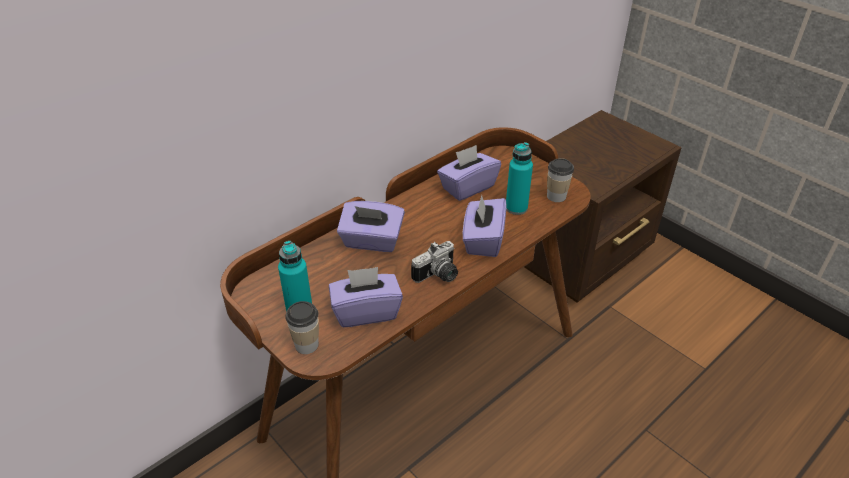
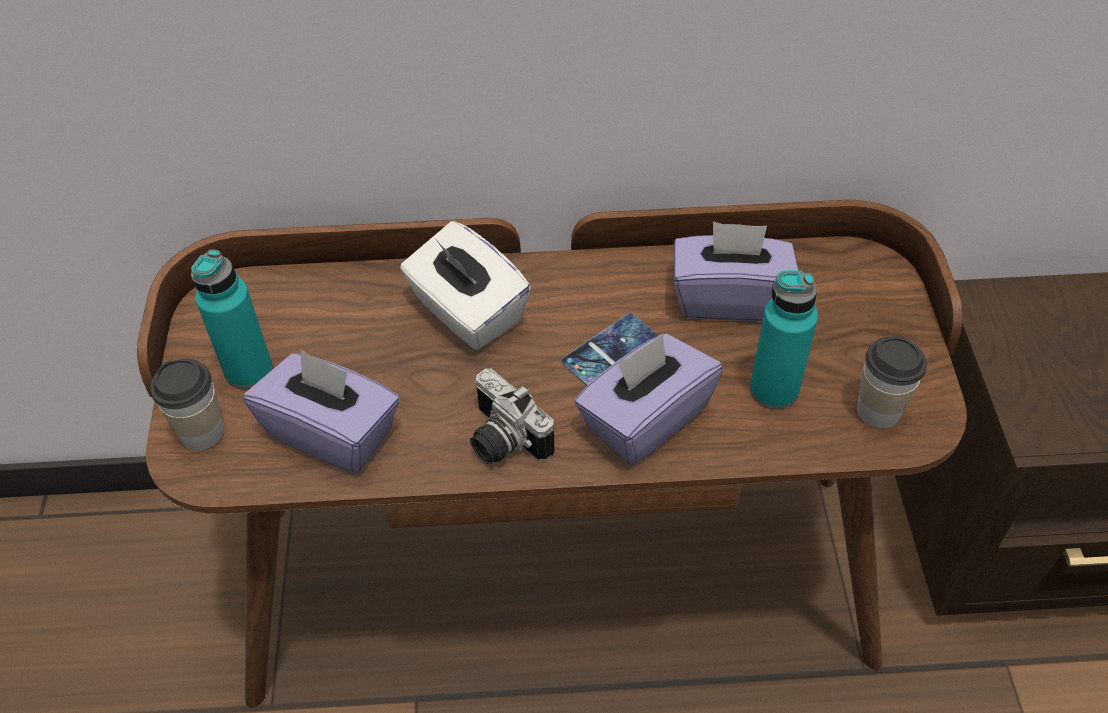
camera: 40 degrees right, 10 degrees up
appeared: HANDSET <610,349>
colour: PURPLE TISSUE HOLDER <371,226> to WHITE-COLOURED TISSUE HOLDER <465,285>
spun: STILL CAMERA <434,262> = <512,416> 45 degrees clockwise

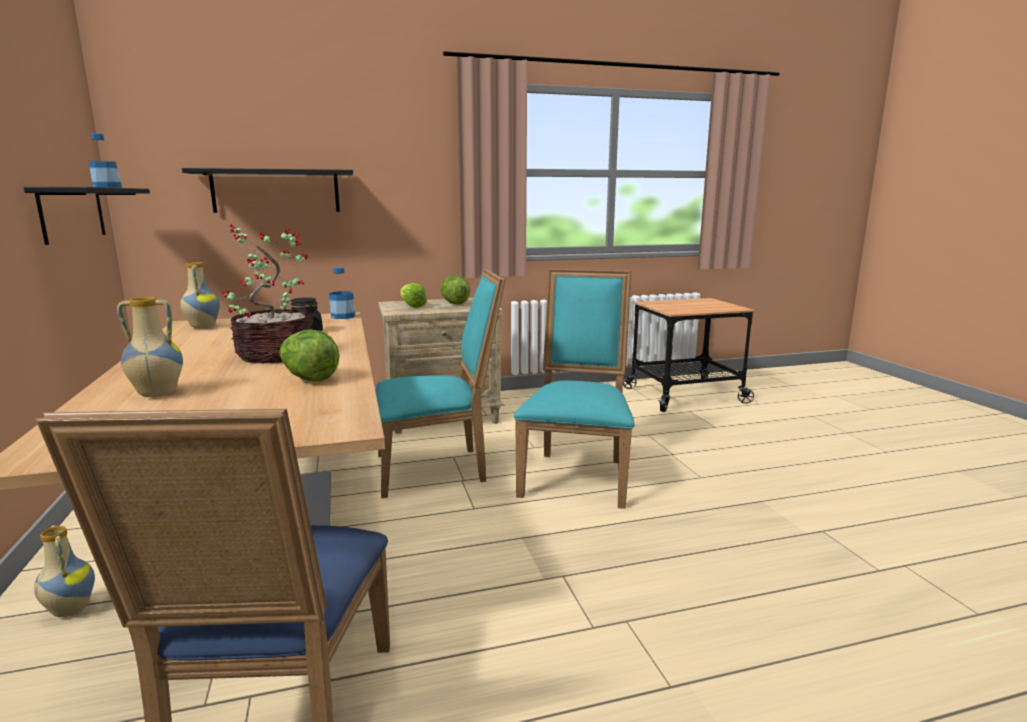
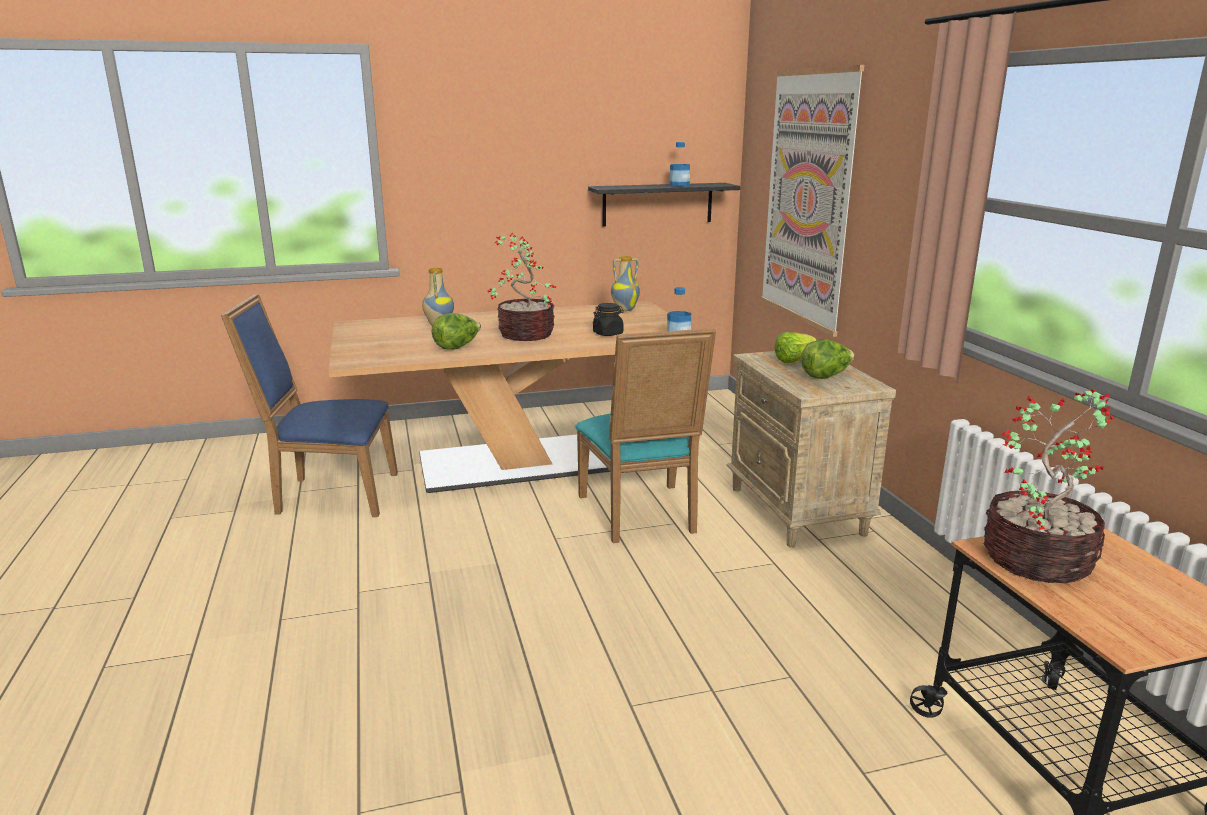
camera: 90 degrees right, 5 degrees up
missing: VASE <64,571>; TURQUOISE PLAIN CHAIR <574,389>
appeared: PLANT IN A POT <1049,486>
exchanged: BLACKISH WALL SHELF <267,190> to WALL PICTURE <812,201>

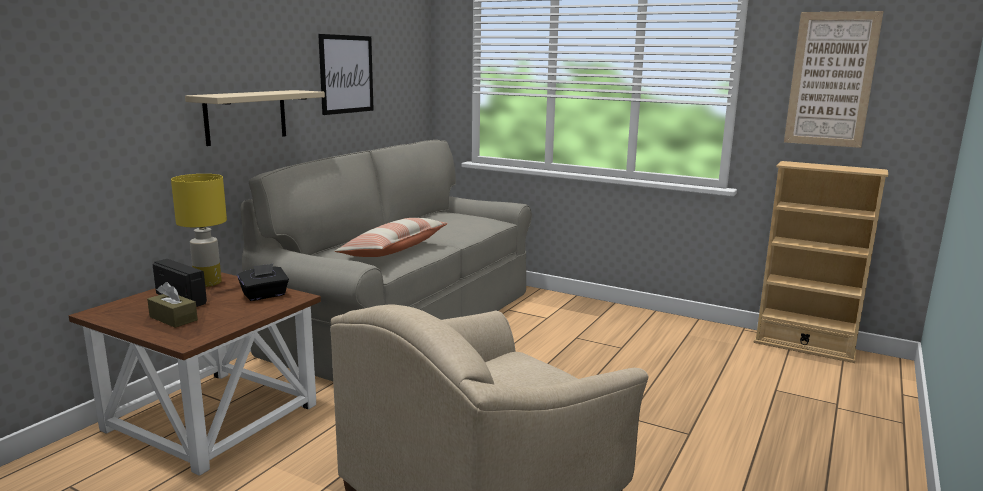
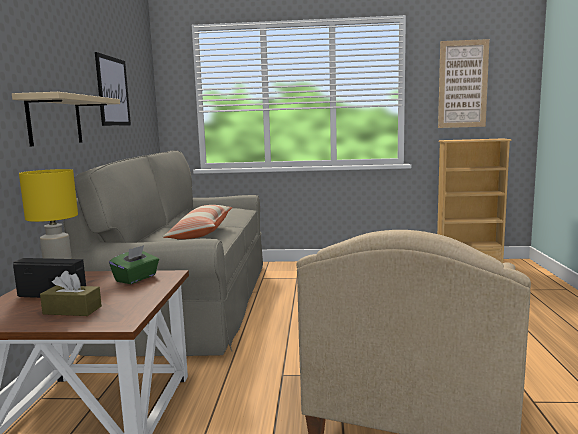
camera: 25 degrees left, 5 degrees down
colour: BLACKISH TISSUE HOLDER <263,282> to GREEN-COLOURED TISSUE HOLDER <134,264>

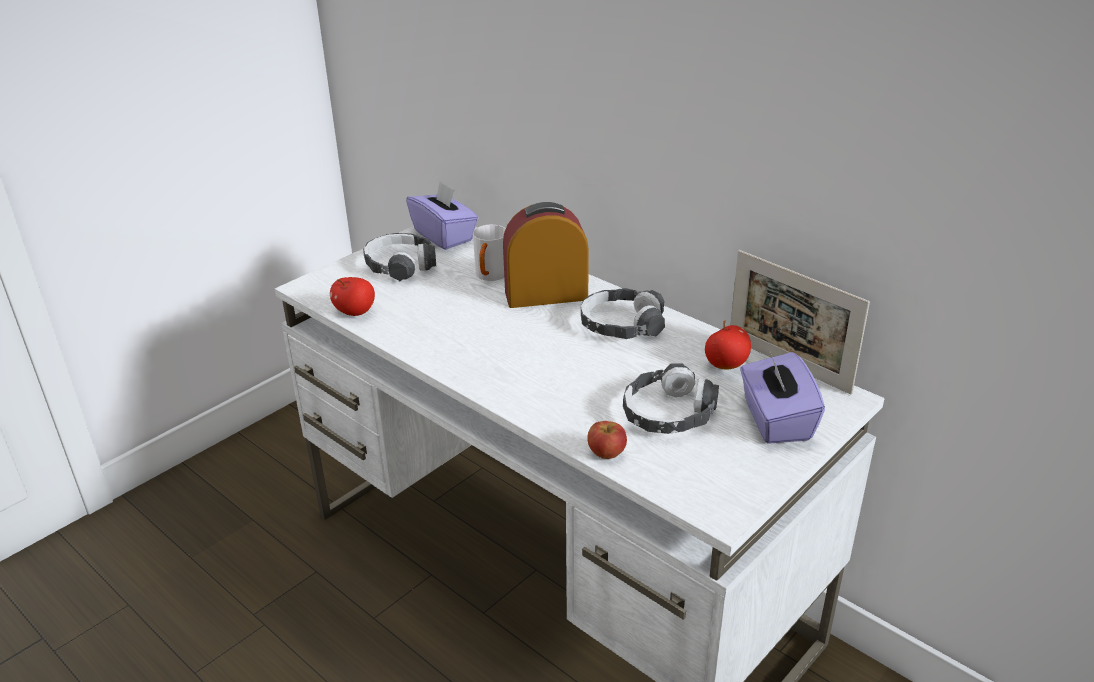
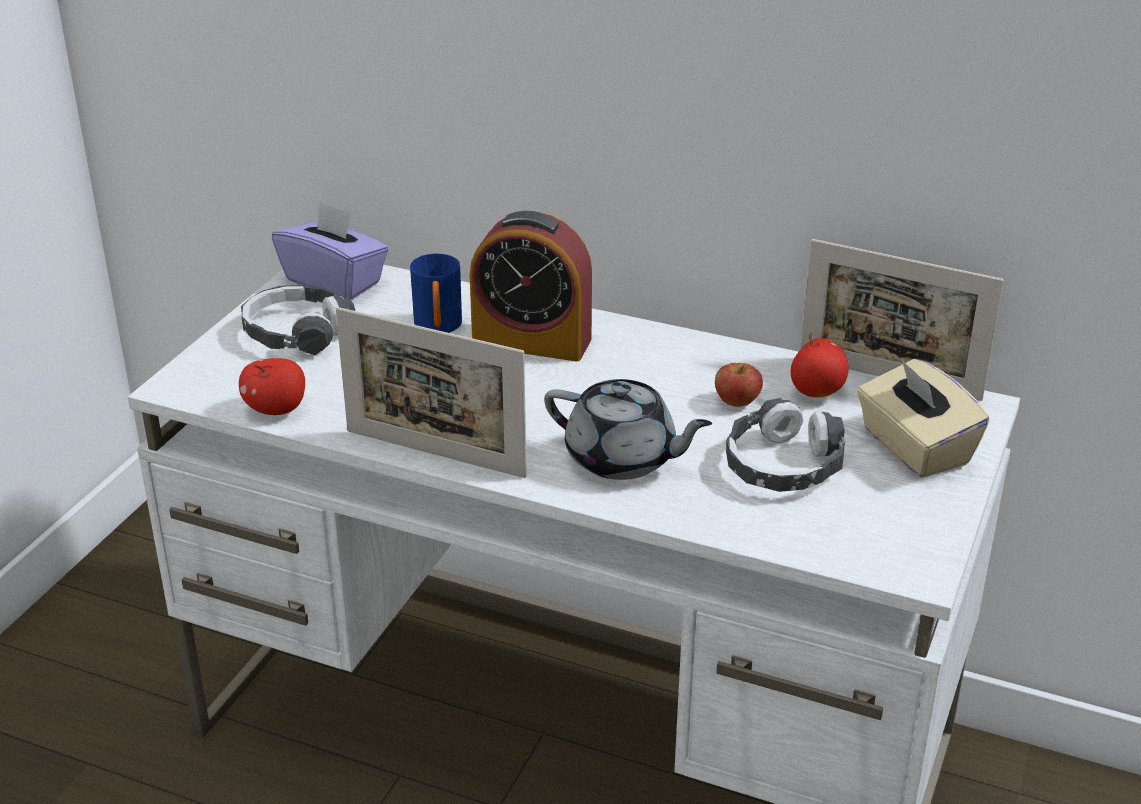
camera: 20 degrees left, 0 degrees up
missing: HEADSET <623,313>
appeared: STANDING FRAME <431,392>; GREY TEAPOT <628,429>
relocated: APPLE <607,440> to <739,385>
colour: WHITE-COLOURED TEA MUG <489,253> to BLUE-COLOURED TEA MUG <436,293>; PURPLE TISSUE HOLDER <782,397> to BEIGE TISSUE HOLDER <923,418>
spun: TABLE CLOCK <546,255> = <531,286> 135 degrees counterclockwise

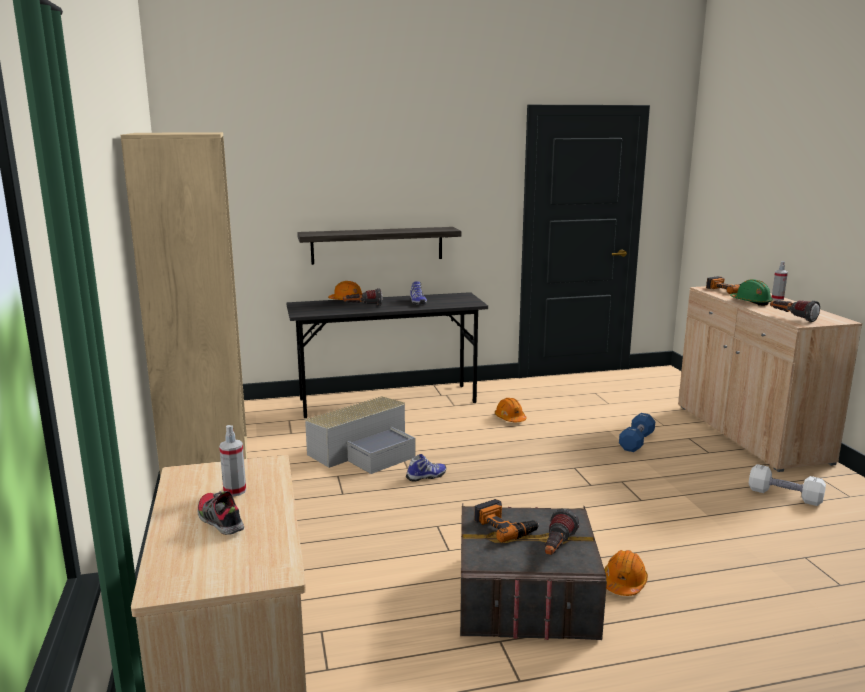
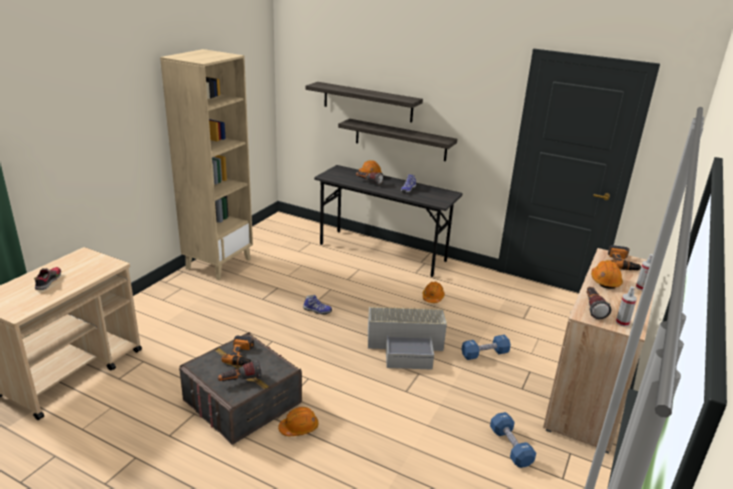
camera: 40 degrees right, 10 degrees up
appeared: WALL SHELF <364,102>
relocated: SPRAYER <232,461> to <626,306>; GREY STORAGE BOX <360,435> to <407,338>
colour: GREEN-COLOURED SAFETY HELMET <751,292> to ORANGE SAFETY HELMET <607,274>; WHITE-COLOURED HAND WEIGHT <787,485> to BLUE-COLOURED HAND WEIGHT <513,440>

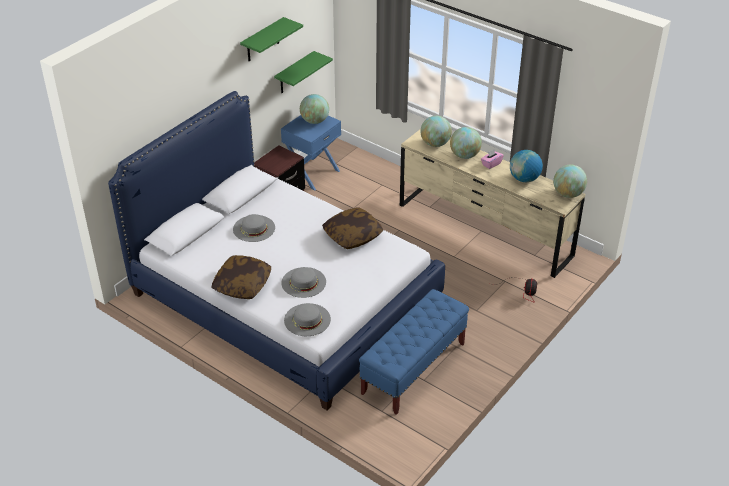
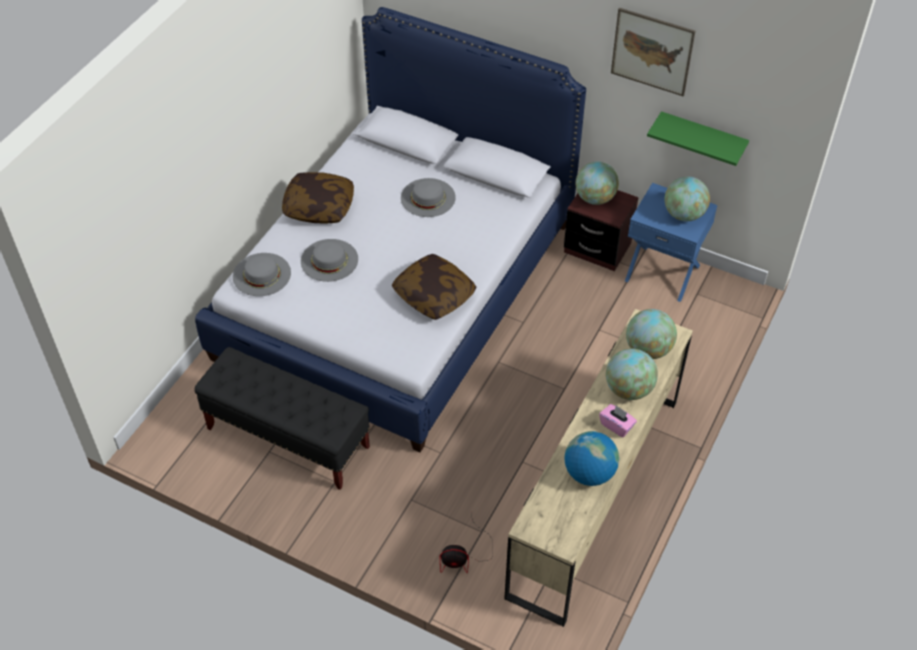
camera: 80 degrees right, 10 degrees up
relocated: WORLD GLOBE <570,181> to <597,183>
exchanged: GREEN-COLOURED WALL SHELF <271,39> to WALL PICTURE <653,52>
colour: BLUE-COLOURED INDOOR BENCH <414,352> to BLACKISH INDOOR BENCH <282,418>

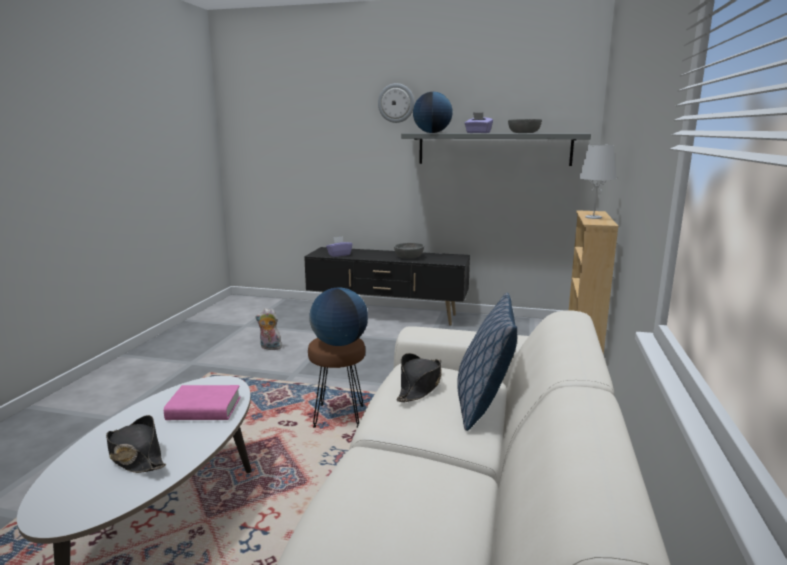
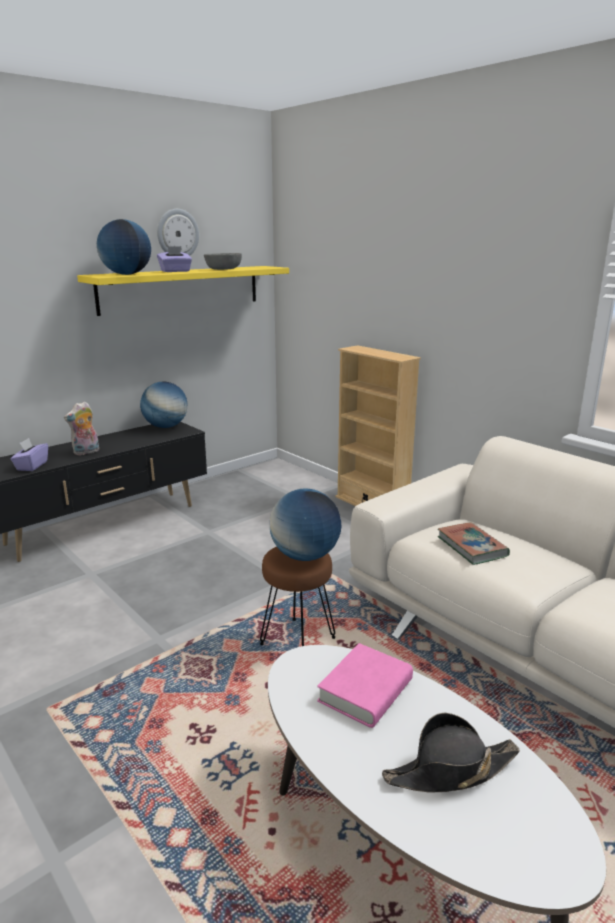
camera: 55 degrees left, 5 degrees up
missing: GREY DEEP DISH <409,250>; CUSHION <487,362>; WHITE-COLOURED TABLETOP LAMP <598,182>
appeared: WORLD GLOBE <163,405>
relocated: SOFT TOY <269,329> to <81,428>; HANGING CLOCK <396,103> to <178,232>
exchanged: BLACKISH HAT <418,377> to BOUND BOOK <474,543>
colour: GREY WALL SHELF <496,149> to YELLOWISH WALL SHELF <183,291>

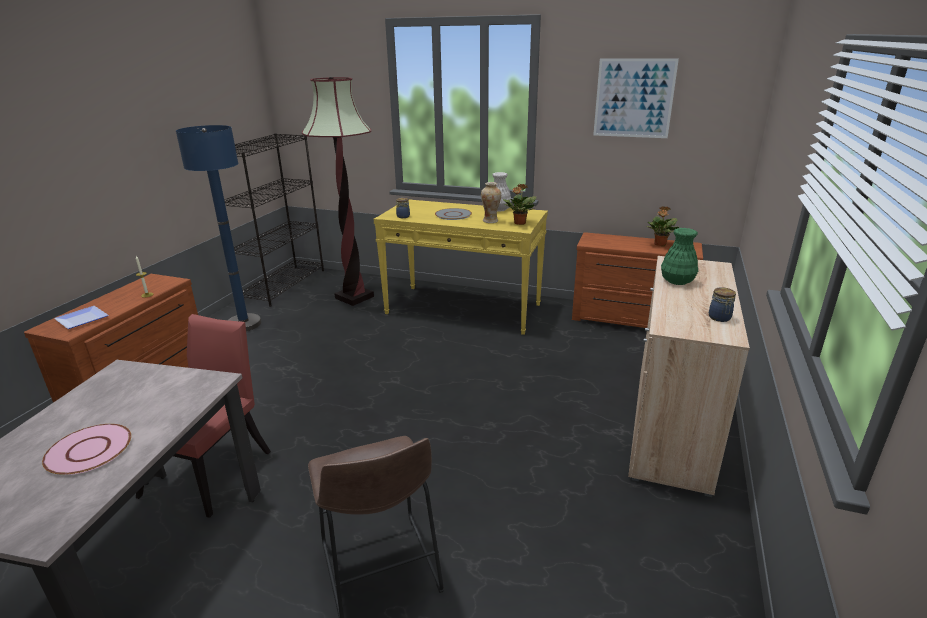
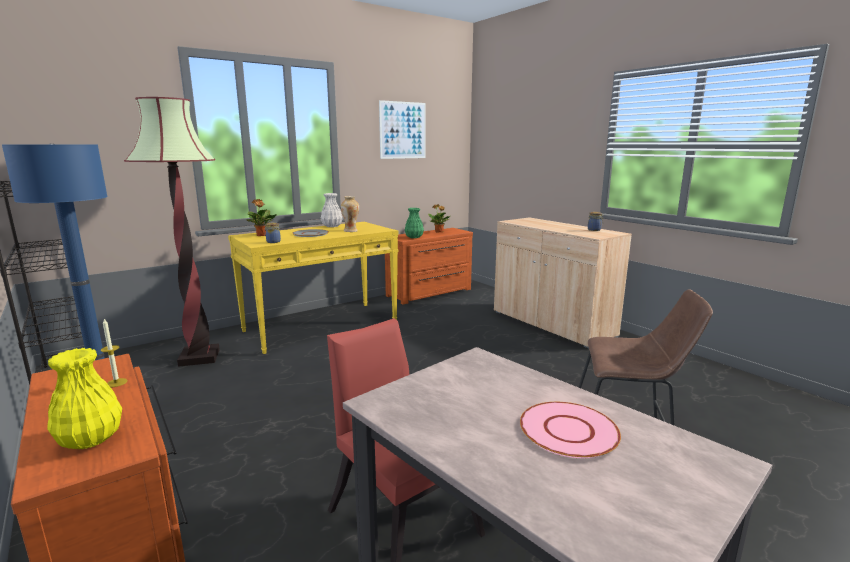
camera: 55 degrees left, 10 degrees down
relocated: PLANT IN A POT <519,204> to <261,217>; GREEN-COLOURED VASE <679,256> to <414,223>
exchanged: PLATE <81,317> to YELLOWISH VASE <84,398>

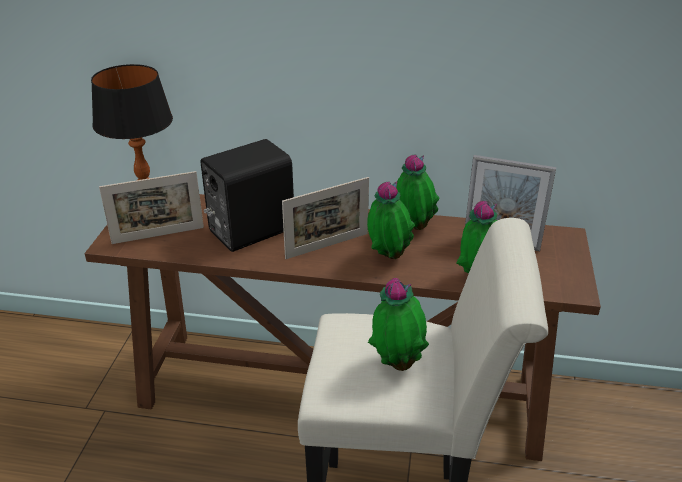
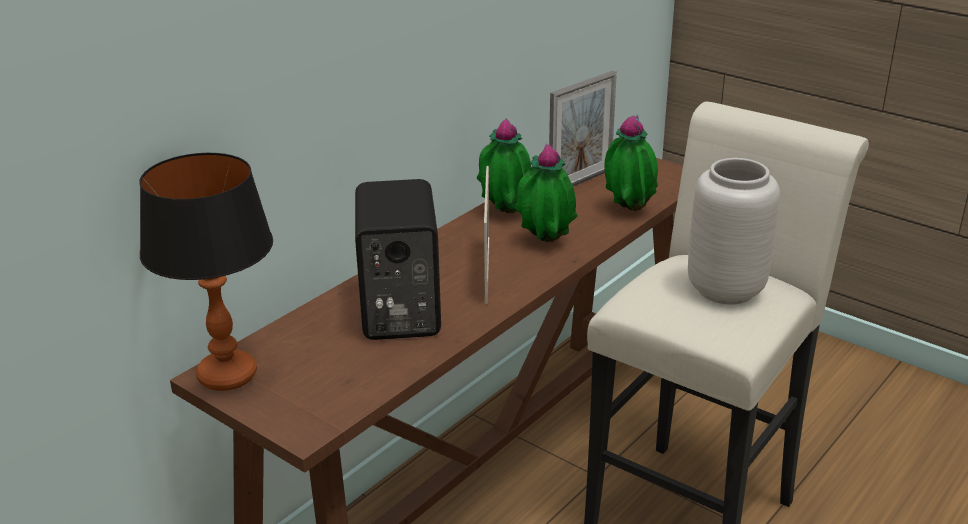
camera: 60 degrees left, 5 degrees down
missing: STANDING FRAME <151,207>
exchanged: PLANT IN A POT <398,324> to GREY VASE <734,231>

